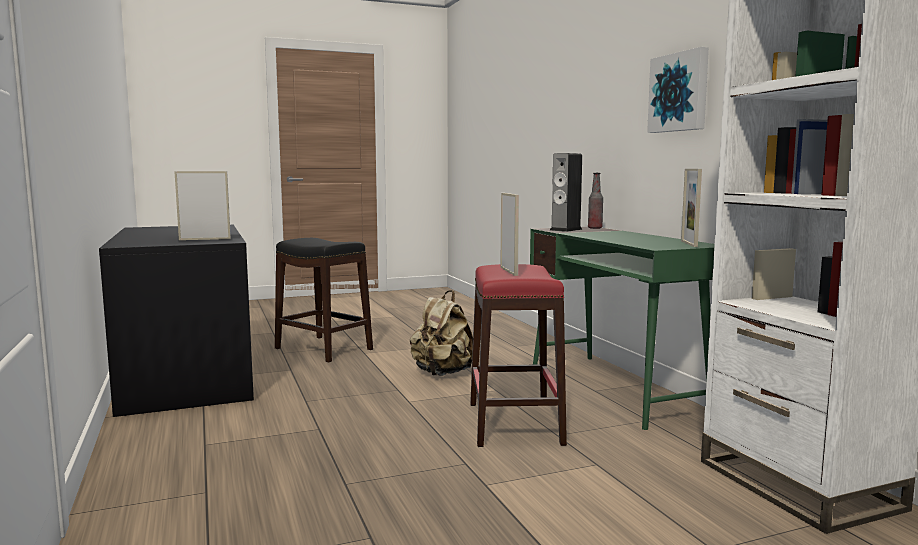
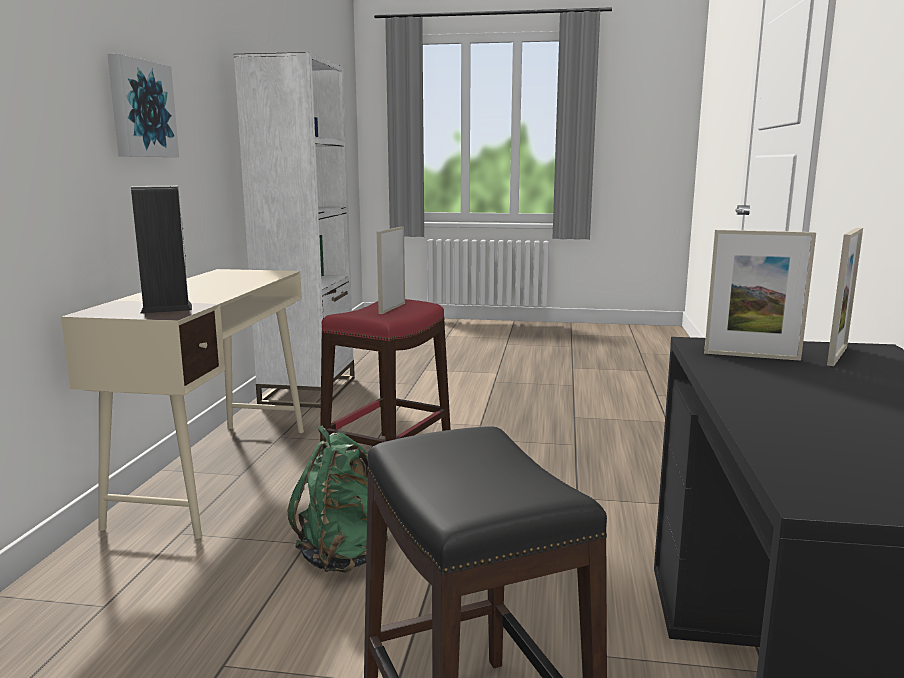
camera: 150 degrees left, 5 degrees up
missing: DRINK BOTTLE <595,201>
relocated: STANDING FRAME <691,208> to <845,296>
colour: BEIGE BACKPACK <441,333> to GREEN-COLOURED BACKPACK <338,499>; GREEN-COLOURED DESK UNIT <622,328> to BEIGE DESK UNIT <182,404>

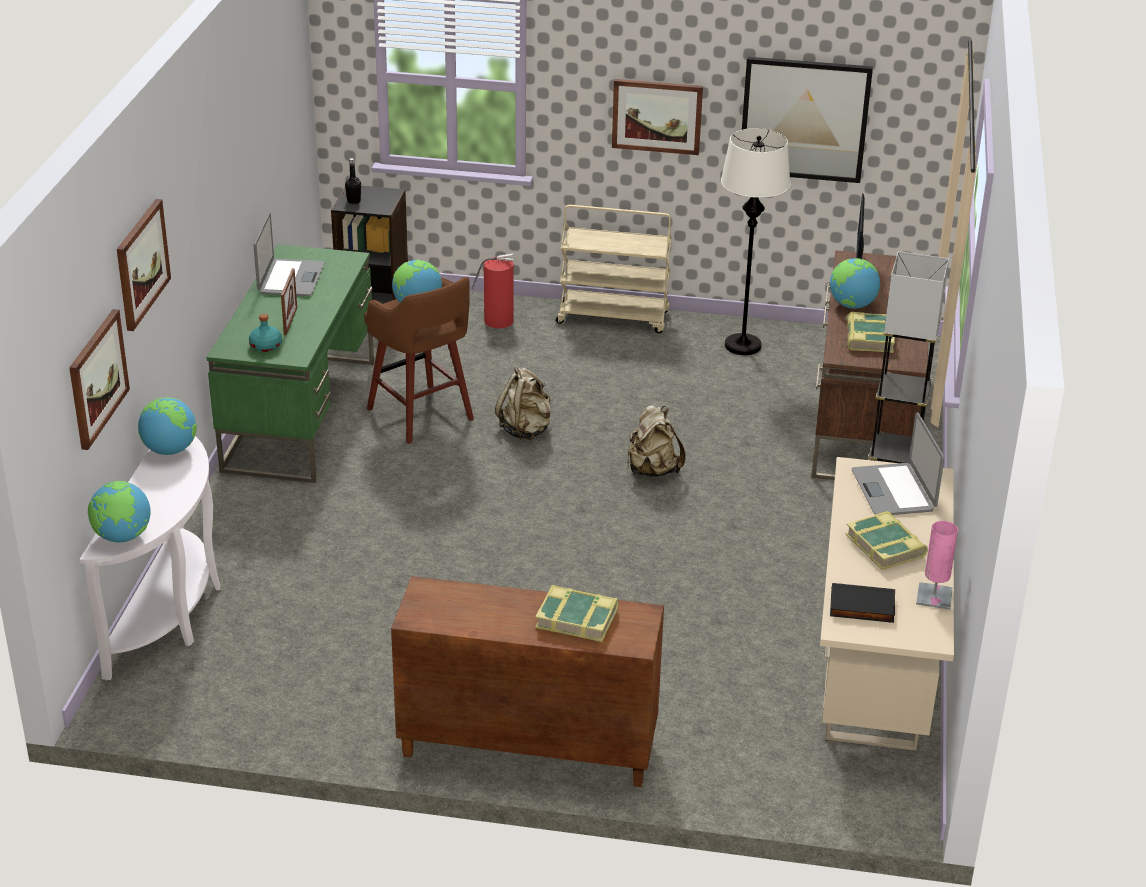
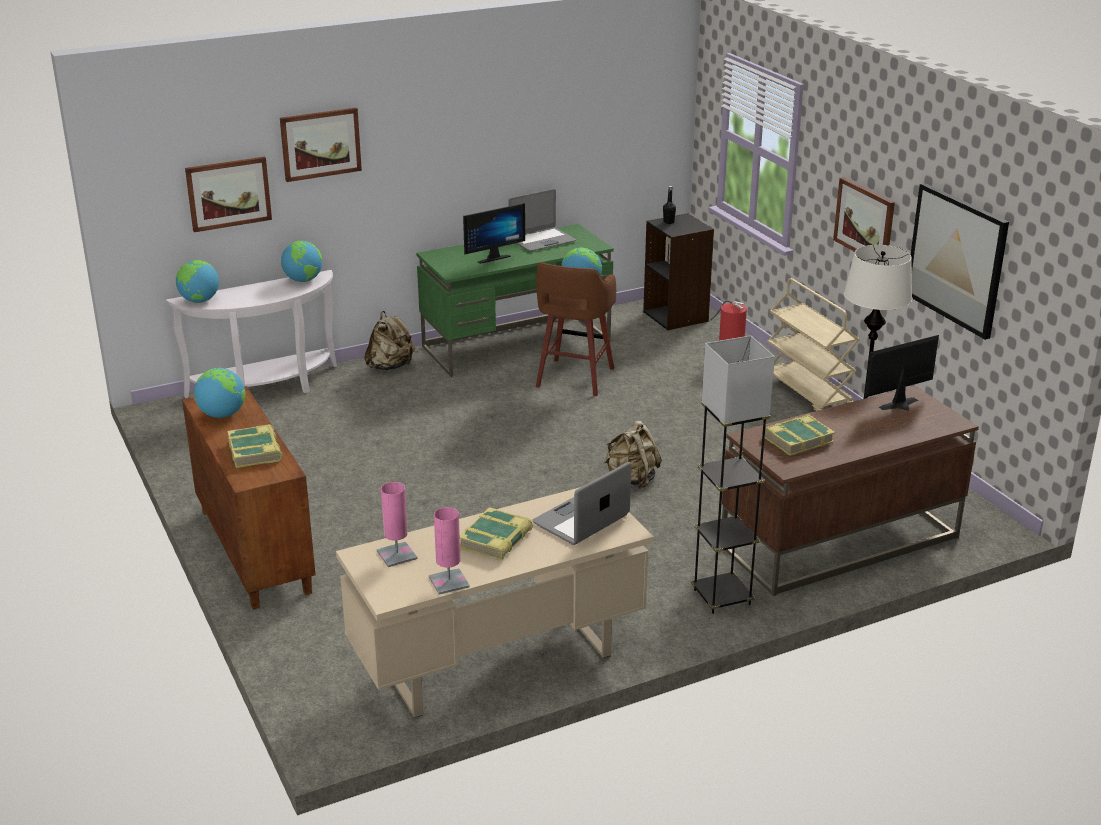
camera: 55 degrees right, 5 degrees down
missing: TURQUOISE DRINK BOTTLE <265,333>
relocated: BEIGE BACKPACK <523,403> to <389,340>; WORLD GLOBE <855,283> to <219,393>
exchanged: STANDING FRAME <289,301> to COMPUTER SCREEN <494,233>; BLACKISH BOUND BOOK <862,603> to PINK-COLOURED TABLETOP LAMP <397,524>

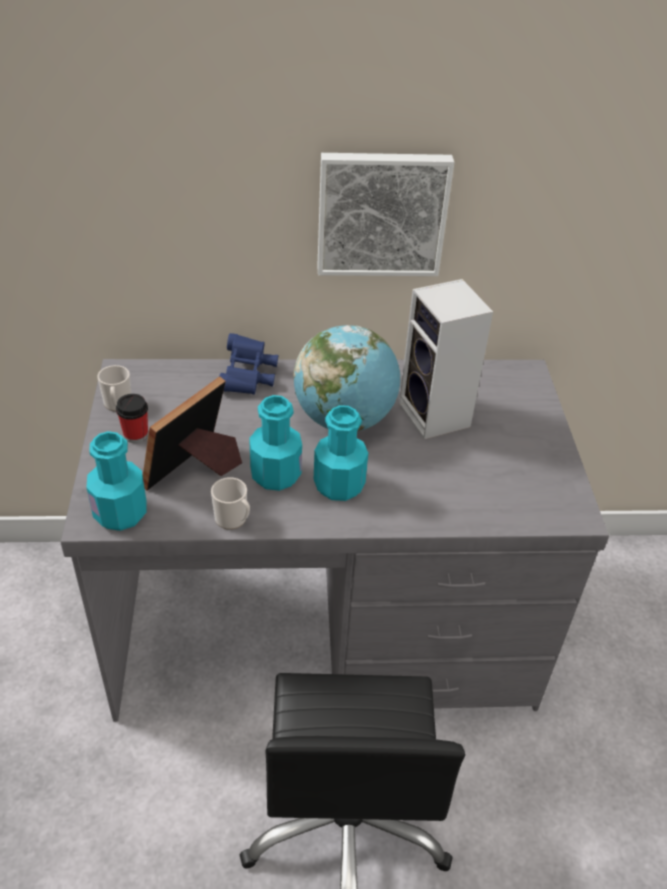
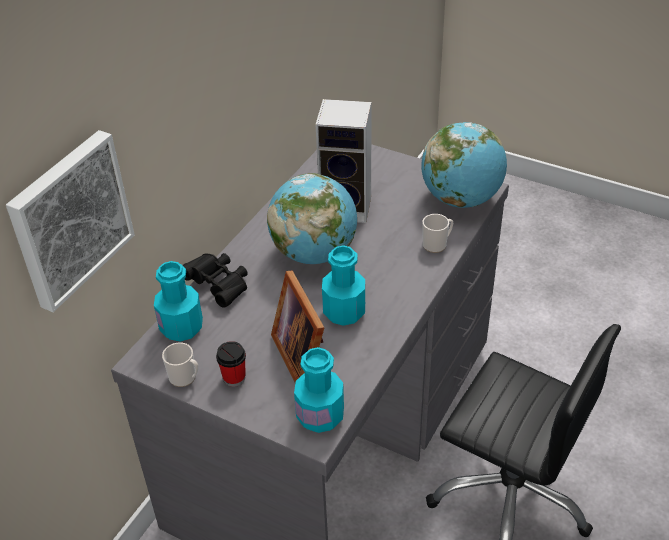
camera: 55 degrees left, 0 degrees up
appeared: WORLD GLOBE <464,165>
relocated: TEA MUG <230,503> to <437,233>; TURQUOISE DRINK BOTTLE <341,453> to <178,301>; WALL PICTURE <385,214> to <70,221>
colour: BLUE-COLOURED FIELD GLASSES <248,364> to BLACKISH FIELD GLASSES <215,280>

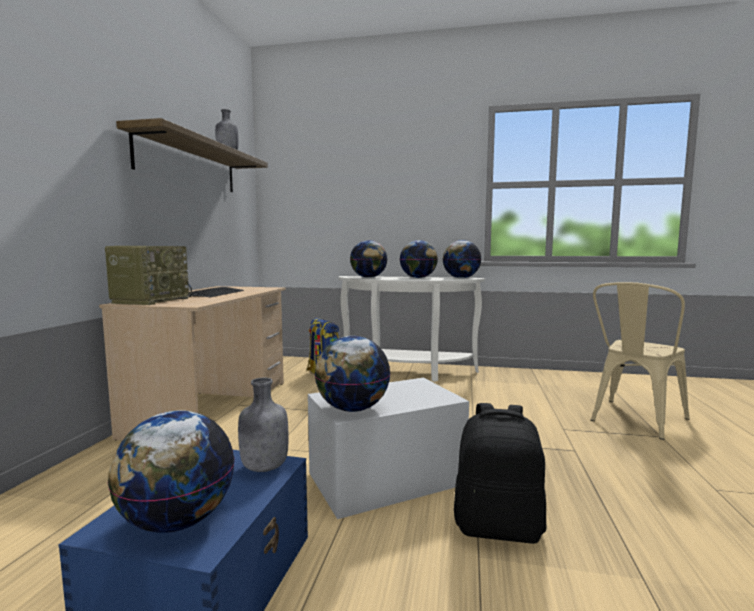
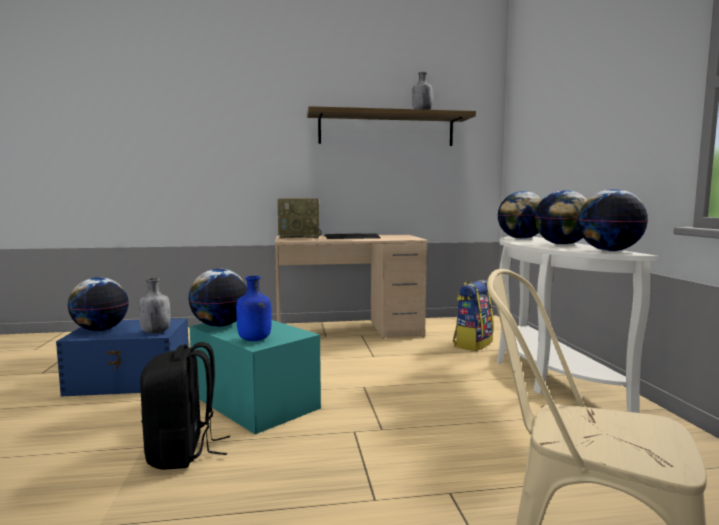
camera: 70 degrees right, 0 degrees up
appeared: BLUE-COLOURED DRINK BOTTLE <254,308>
colour: WHITE-COLOURED STORAGE BOX <388,448> to TURQUOISE STORAGE BOX <255,377>

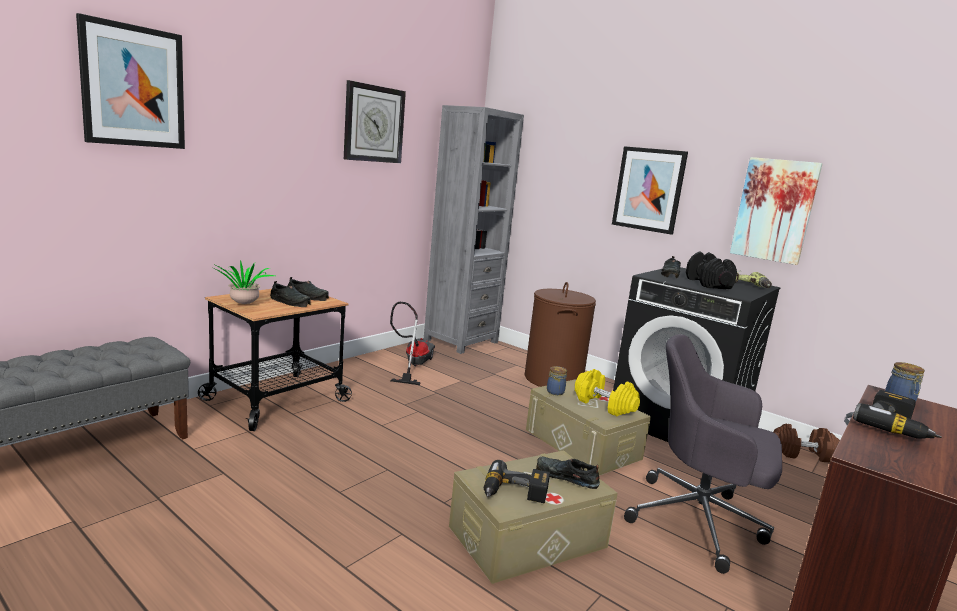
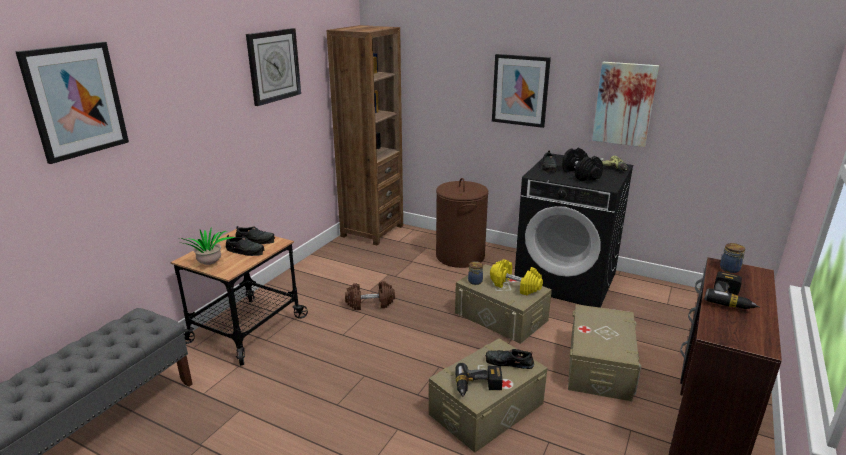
camera: 10 degrees left, 10 degrees up
missing: HOOVER <412,343>
relocated: BROWN HAND WEIGHT <806,443> to <370,295>
exchanged: GREY OFFICE CHAIR <703,454> to BEIGE STORAGE BOX <604,352>
colour: GREY BOOKCASE <474,229> to BROWN BOOKCASE <364,135>

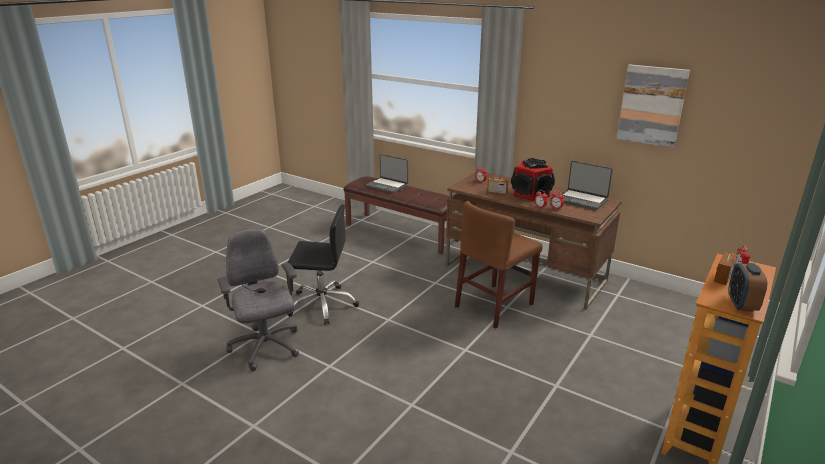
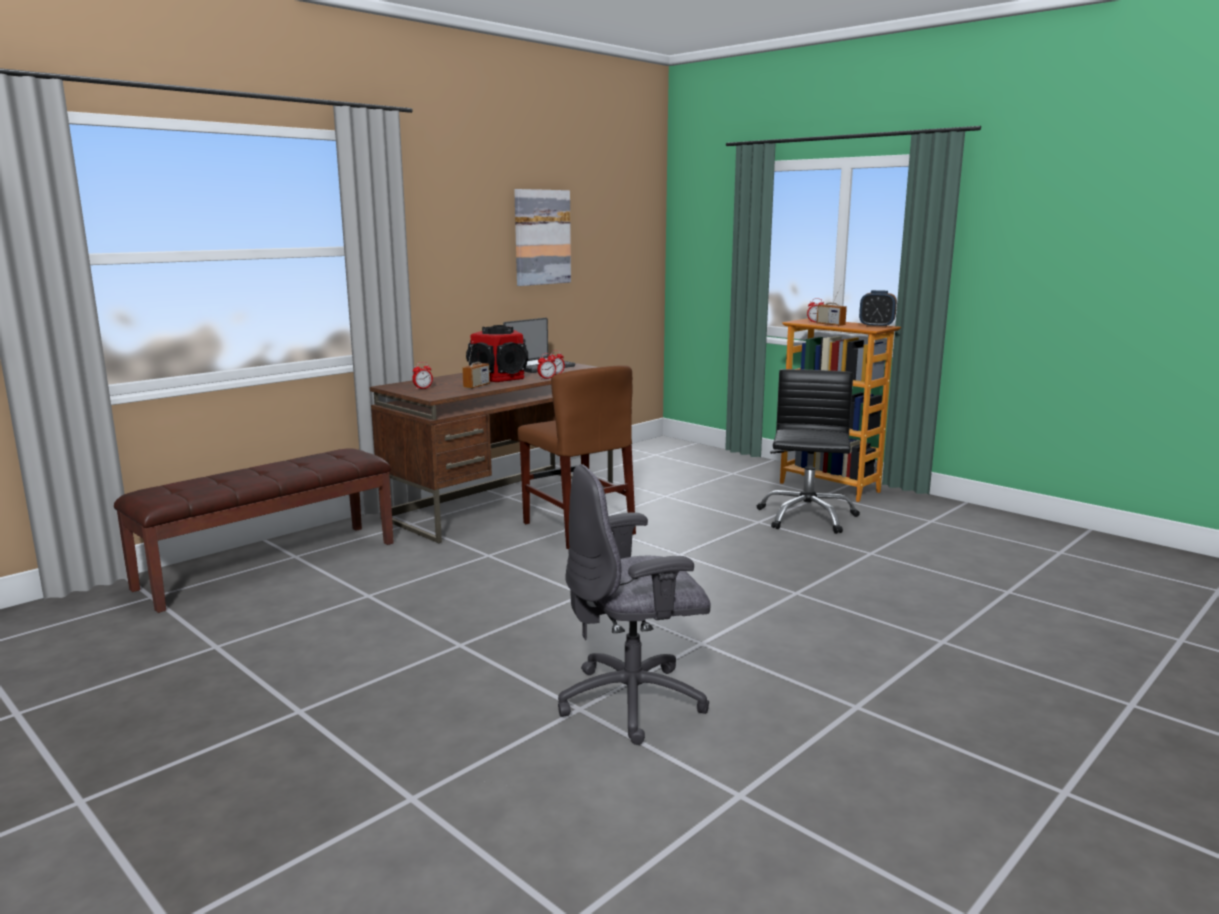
camera: 80 degrees left, 10 degrees down
missing: LAPTOP <387,173>
relocated: BLACKISH OFFICE CHAIR <323,264> to <808,451>

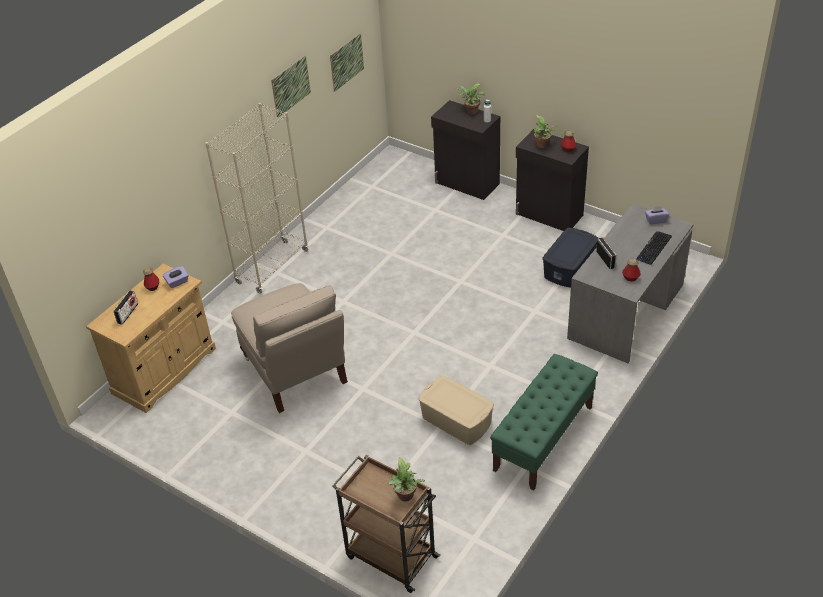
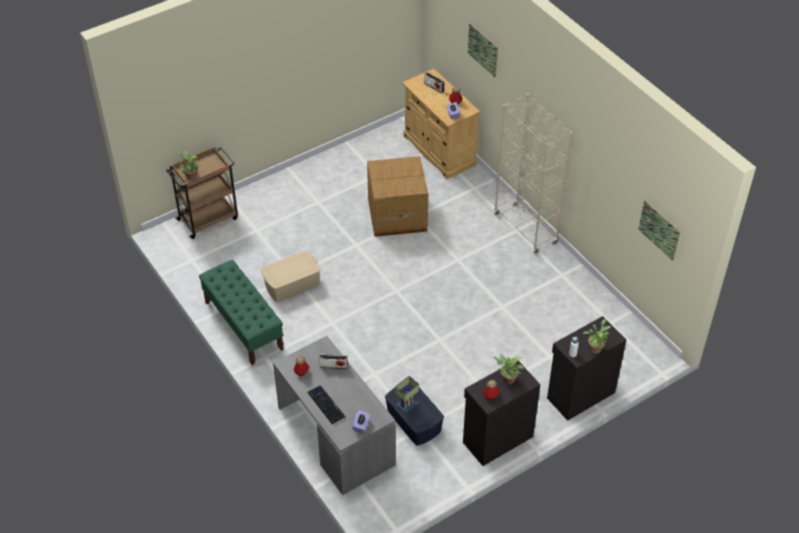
camera: 110 degrees right, 5 degrees up
appeared: TABLETOP LAMP <407,394>
relocated: WALL PICTURE <291,86> to <483,50>
exchanged: BEIGE PLAIN CHAIR <289,348> to PACKING BOX <397,196>

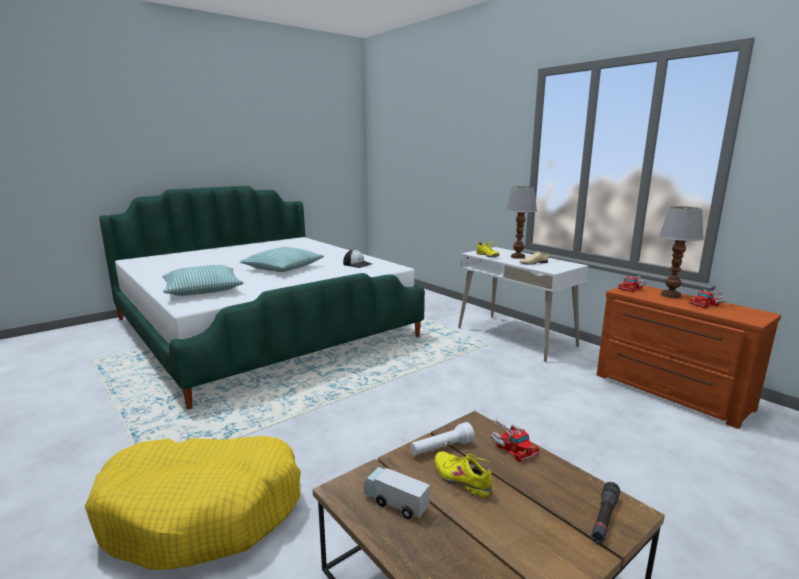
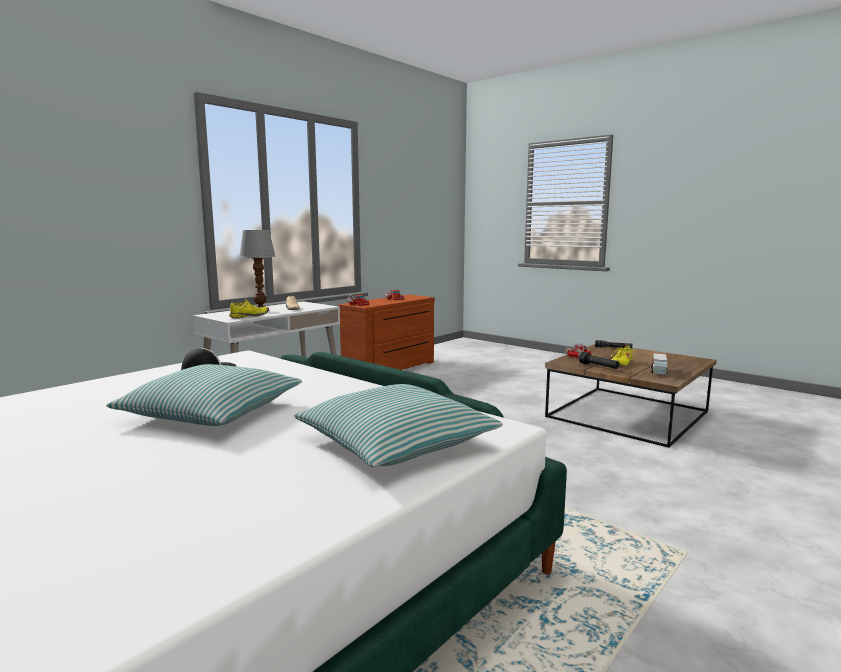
camera: 100 degrees left, 5 degrees down
missing: YELLOWISH PET BED <193,503>; TABLETOP LAMP <681,252>
colour: WHITE-COLOURED HAND TORCH <443,438> to BLACKISH HAND TORCH <599,360>

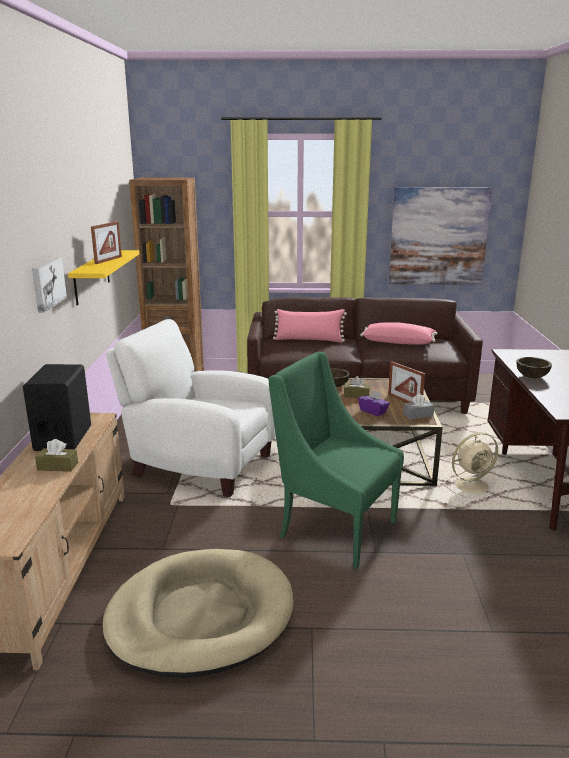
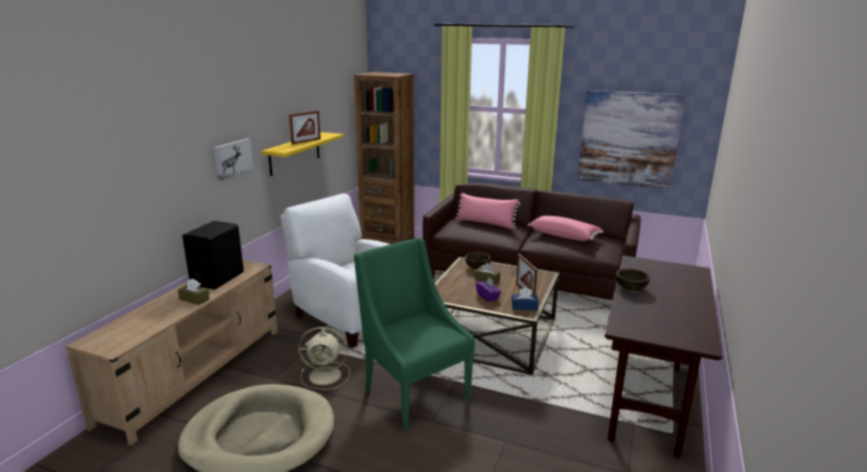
camera: 20 degrees right, 0 degrees up
relocated: BEIGE ELECTRIC FAN <471,465> to <324,358>
colour: GREY TISSUE HOLDER <418,406> to BLUE-COLOURED TISSUE HOLDER <525,298>

